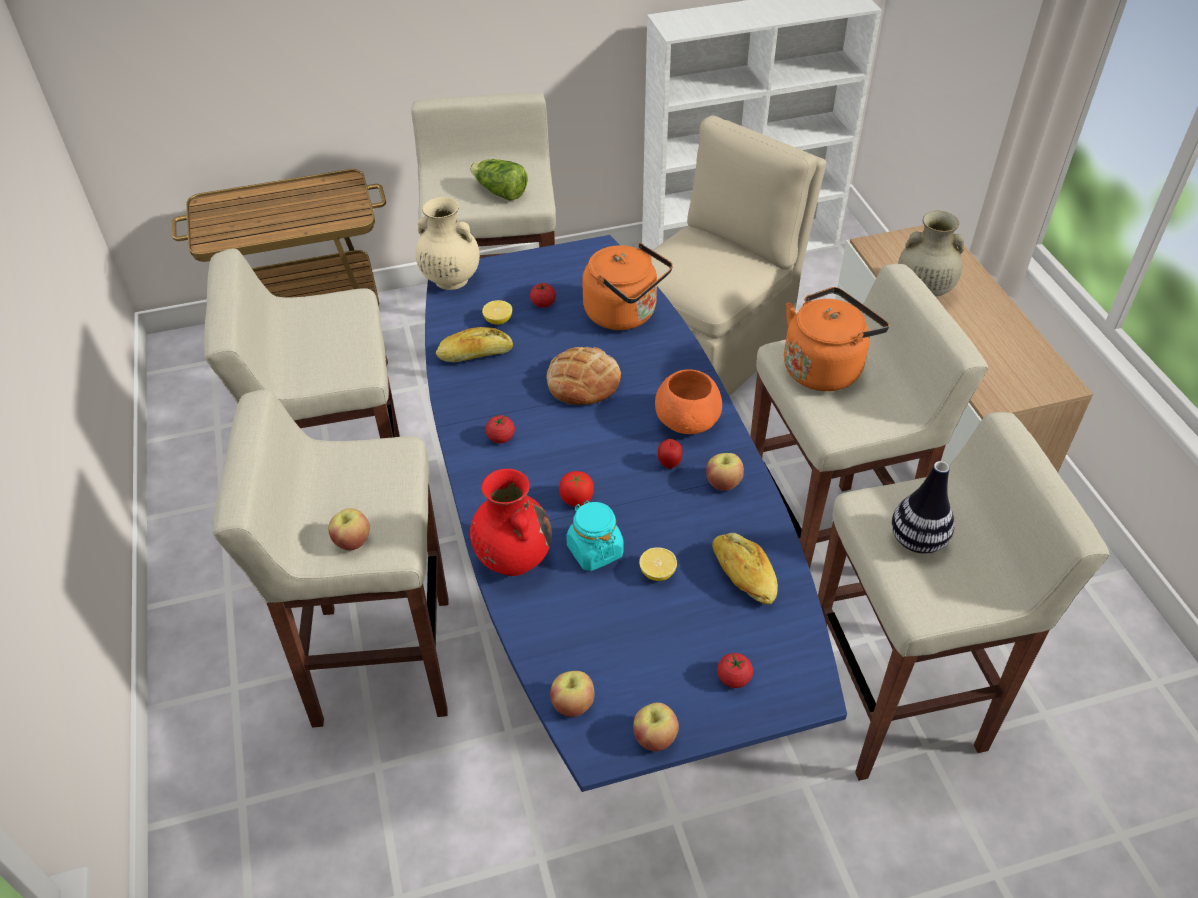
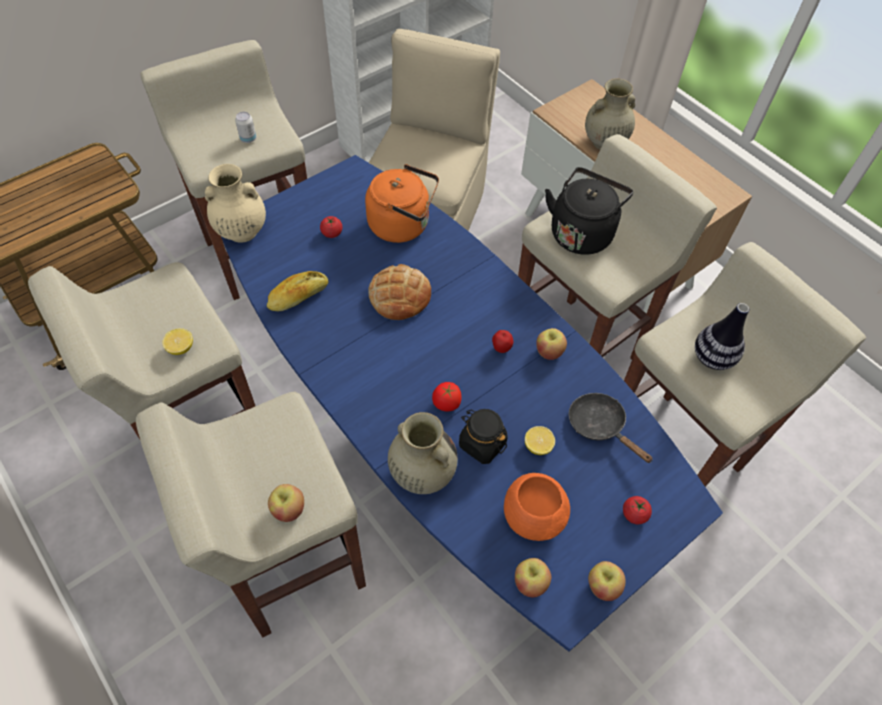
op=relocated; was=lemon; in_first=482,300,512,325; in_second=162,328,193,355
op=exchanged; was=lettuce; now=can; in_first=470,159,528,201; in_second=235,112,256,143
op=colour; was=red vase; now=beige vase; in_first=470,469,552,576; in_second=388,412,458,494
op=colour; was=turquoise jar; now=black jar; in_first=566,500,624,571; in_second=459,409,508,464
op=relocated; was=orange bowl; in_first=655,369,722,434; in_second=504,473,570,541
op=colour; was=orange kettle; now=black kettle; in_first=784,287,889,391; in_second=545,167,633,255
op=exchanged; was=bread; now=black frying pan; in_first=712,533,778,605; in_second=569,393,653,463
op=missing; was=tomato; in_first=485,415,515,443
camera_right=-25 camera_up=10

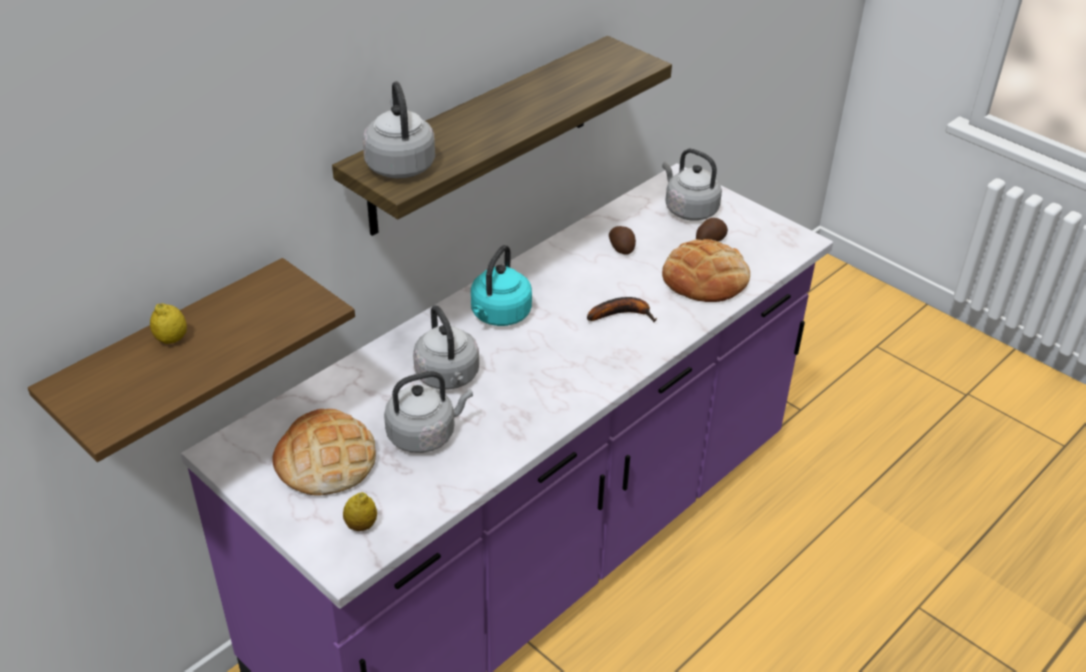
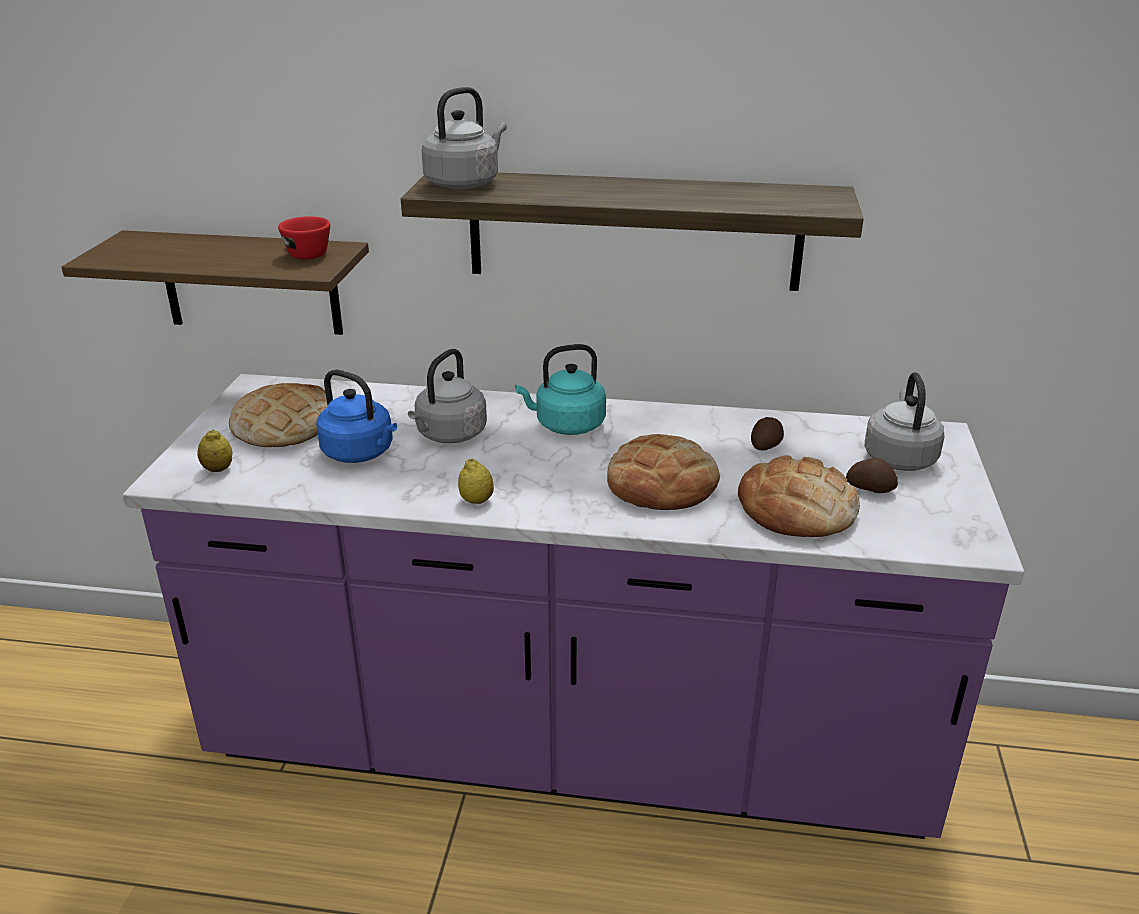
op=appeared; now=red cup; in_second=278,216,330,259
op=colour; was=grey kettle; now=blue kettle; in_first=384,371,473,453; in_second=316,370,397,463
op=relocated; was=lemon; in_first=150,303,187,344; in_second=458,458,494,504
op=exchanged; was=banana; now=bread; in_first=587,297,657,322; in_second=607,434,720,510
camera_right=55 camera_up=-10

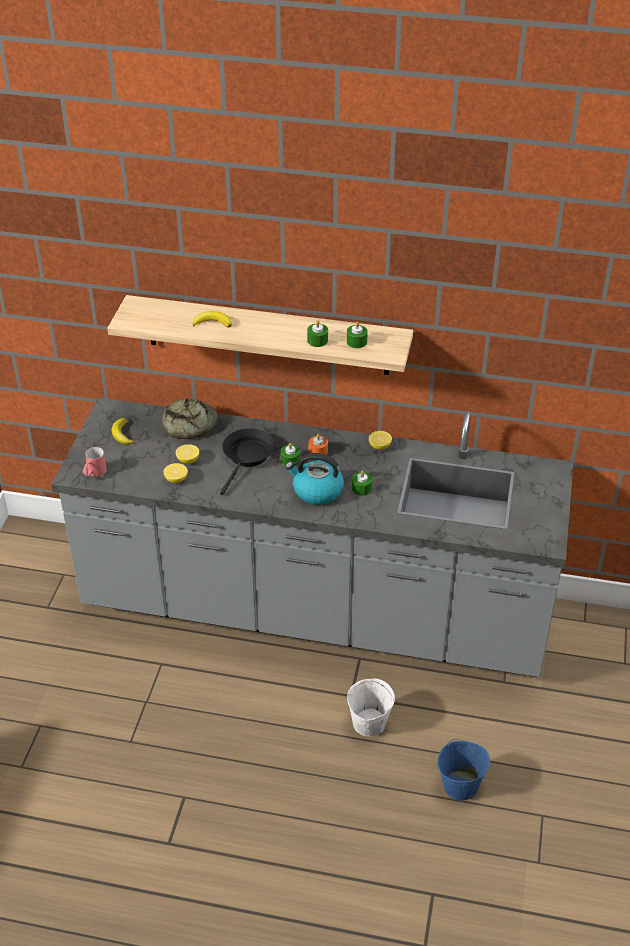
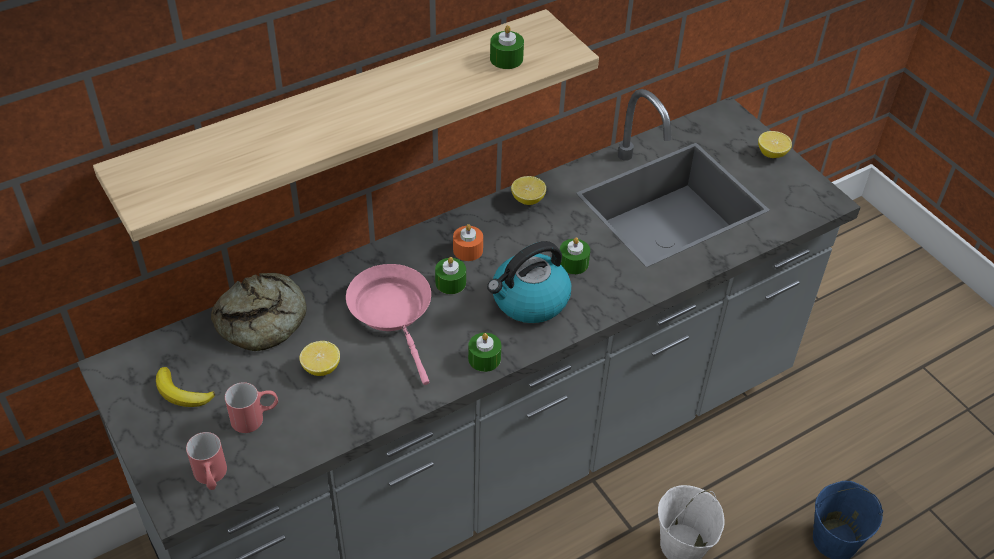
op=appeared; now=red mug; in_second=225,382,278,433
op=colour; was=black frying pan; now=pink frying pan; in_first=220,428,275,495; in_second=346,264,431,385
op=relocated; was=green candle; in_first=307,320,328,347; in_second=468,333,501,372
op=relocated; was=lemon; in_first=164,463,188,483; in_second=758,131,792,158
op=missing; was=banana; in_first=193,311,232,328
camera_right=-45 camera_up=5

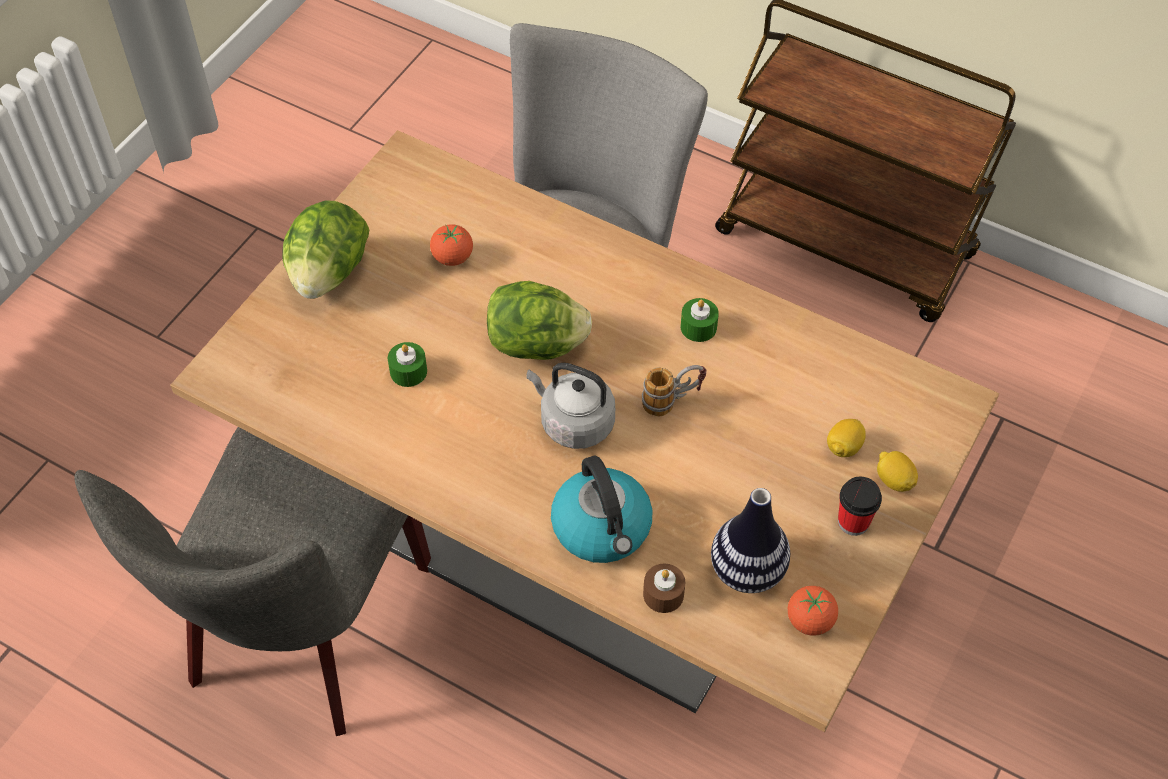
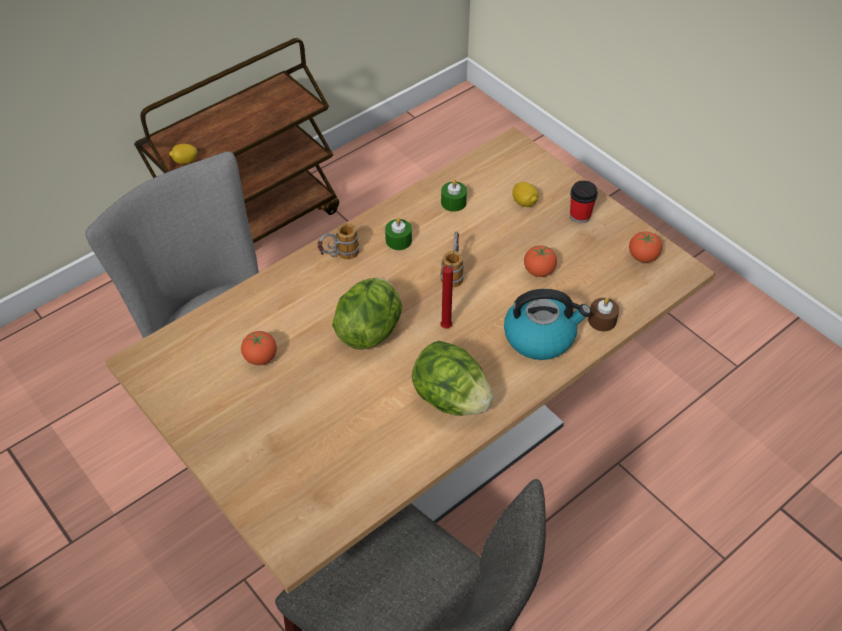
op=relocated; was=lemon; in_first=877,451,918,492; in_second=169,144,198,164
op=appeared; now=mug; in_second=317,223,360,260
op=relocated; was=lettuce; in_first=282,200,369,299; in_second=412,341,494,416
op=exchanged; was=grey kettle; now=red candle; in_first=527,363,615,449; in_second=440,265,457,328
op=relocated; was=green candle; in_first=388,342,427,387; in_second=441,180,467,212
op=appeared; now=tomato; in_second=524,245,557,277
op=missing; was=vase; in_first=711,488,790,593
camera_right=-70 camera_up=-5

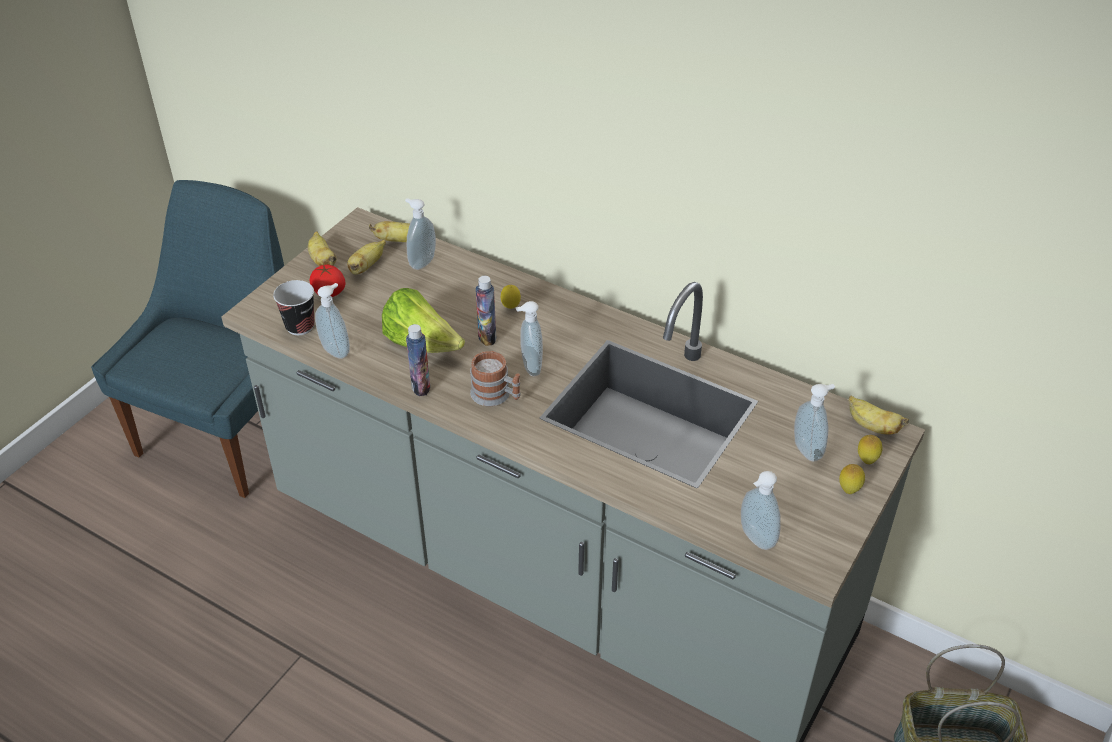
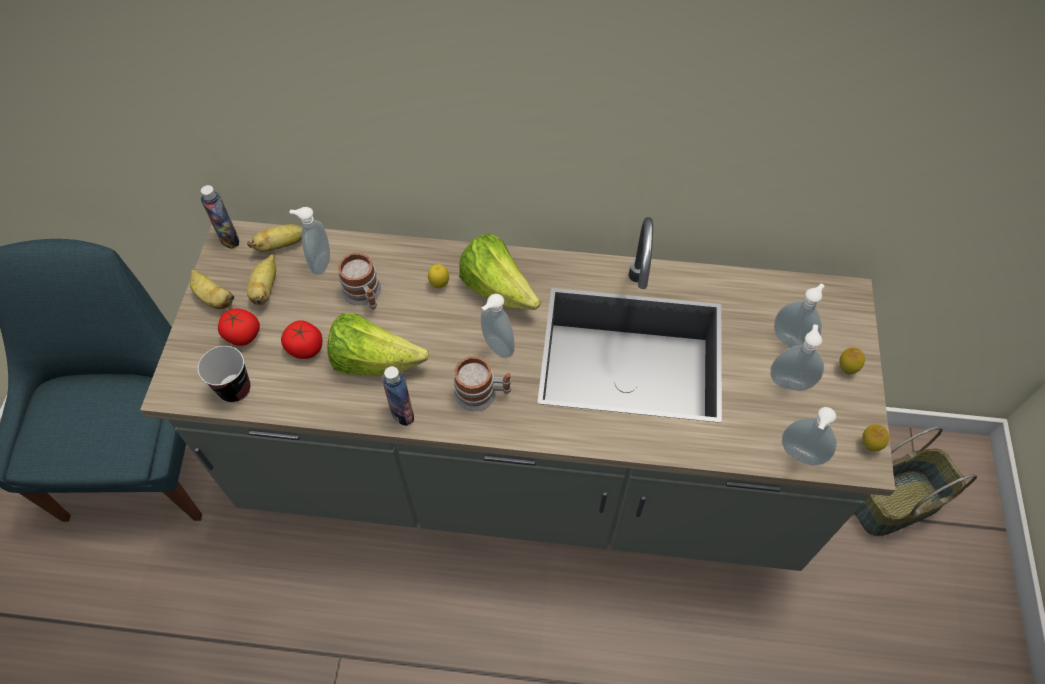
op=relocated; was=bottle; in_first=476,276,496,346; in_second=201,185,239,249
op=appeared; now=tomato; in_second=281,320,322,359
op=appeared; now=mug; in_second=338,252,381,310
op=appeared; now=lettuce; in_second=459,233,541,310
op=relocated; was=soap dispenser; in_first=315,283,350,359; in_second=770,324,824,391
op=relocated; was=lemon; in_first=858,435,883,464; in_second=862,424,889,451
op=missing; was=banana; in_first=849,396,909,435
camera_right=-25 camera_up=15

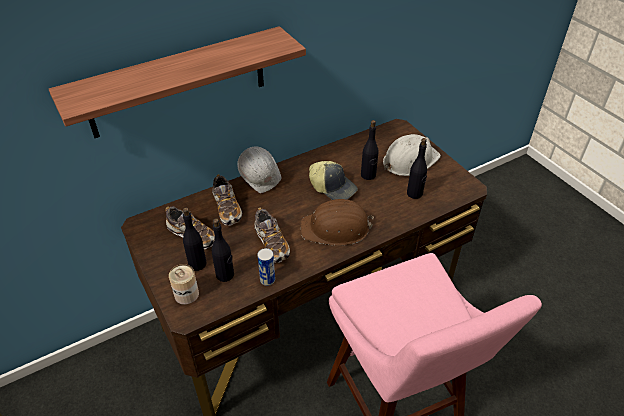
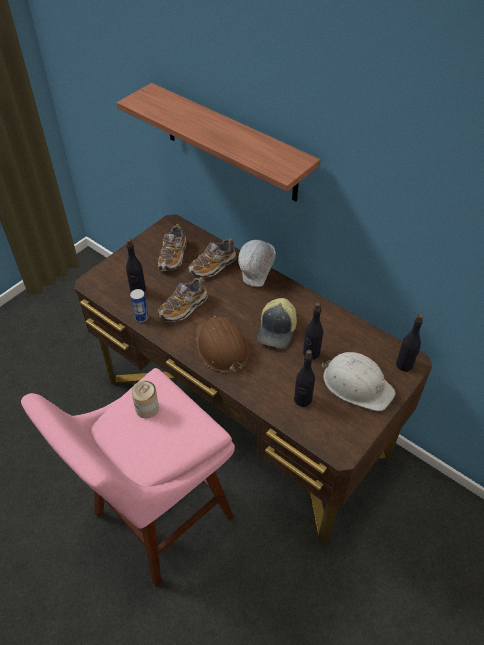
op=relocated; was=can; in_first=169,264,199,305; in_second=131,381,159,419
op=relocated; was=black bottle; in_first=183,208,207,271; in_second=396,314,423,371
camera_right=70 camera_up=5

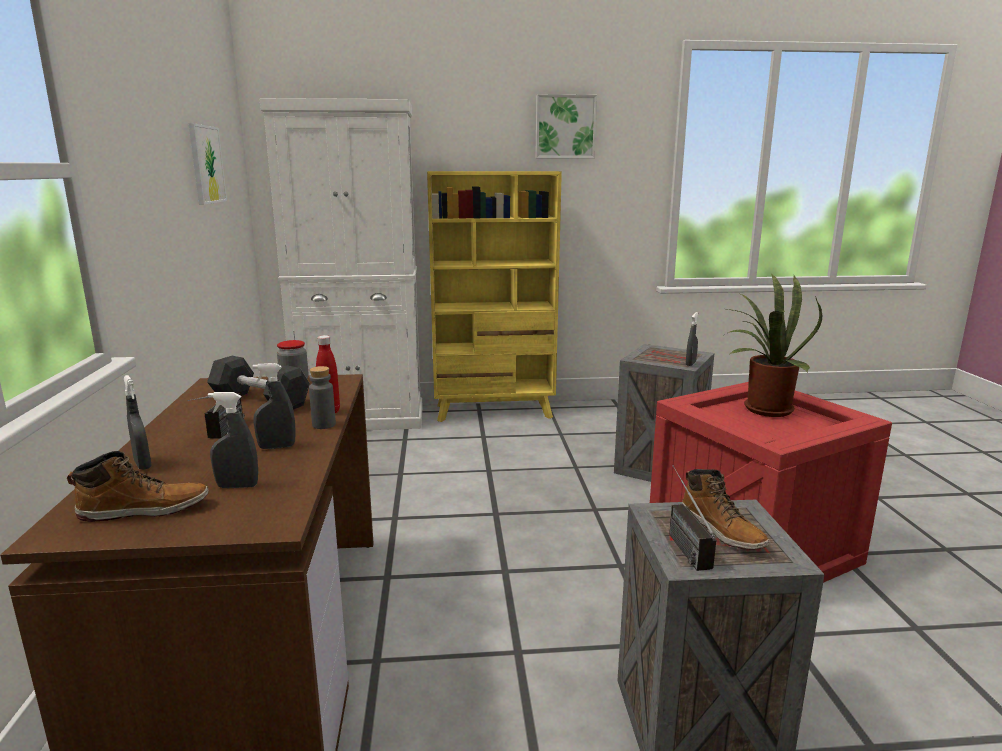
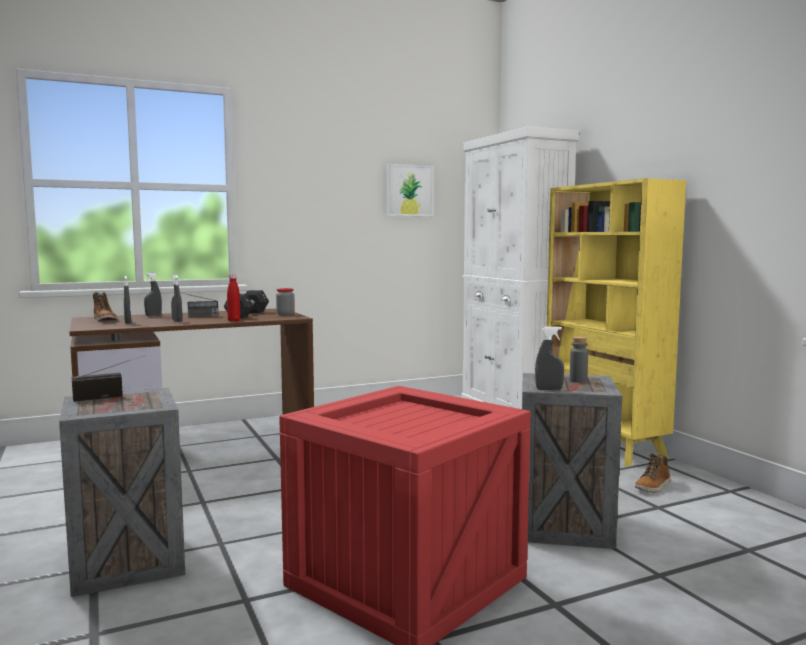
op=relocated; was=grey bottle; in_first=309,366,336,429; in_second=570,336,588,383
op=relocated; was=boot; in_first=682,469,769,550; in_second=634,453,671,493
op=missing; was=picture; in_first=535,94,597,158
op=missing; was=potted plant; in_first=727,274,822,417
camera_right=70 camera_up=-10

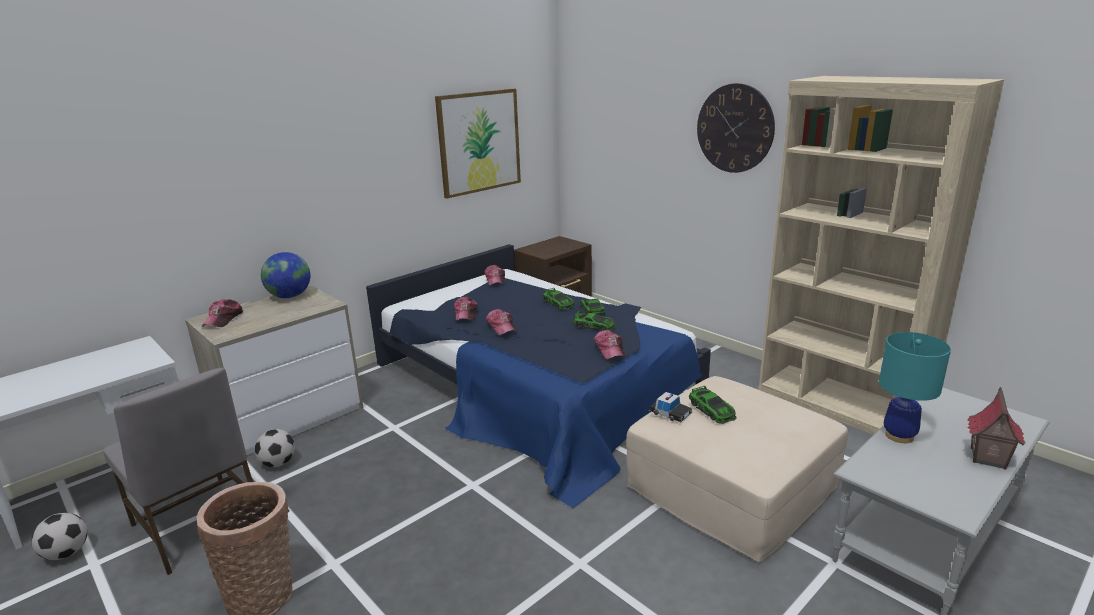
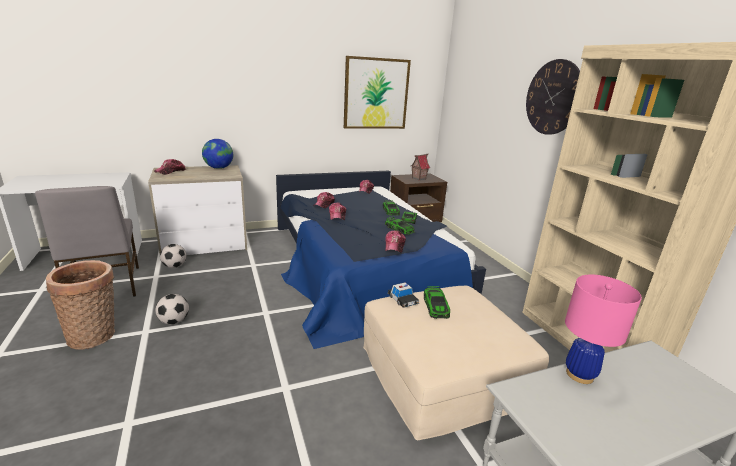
op=relocated; was=football; in_first=32,513,88,560; in_second=155,294,189,325
op=relocated; was=toy house; in_first=967,387,1025,470; in_second=411,153,431,181
op=colour; was=turquoise table lamp; now=pink table lamp; in_first=879,332,951,443; in_second=565,274,642,384
camera_right=20 camera_up=0

